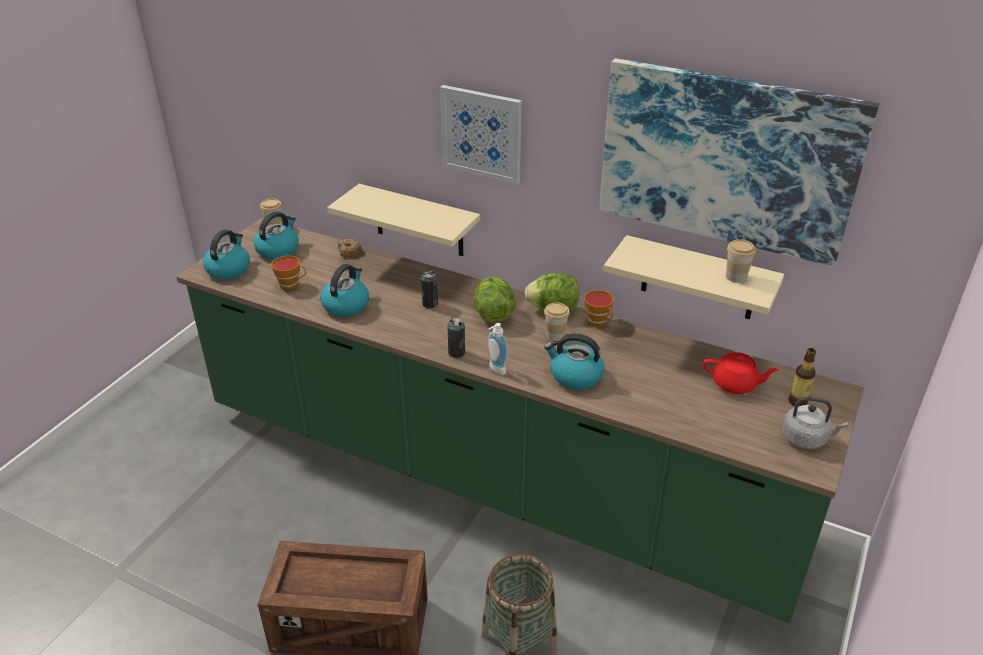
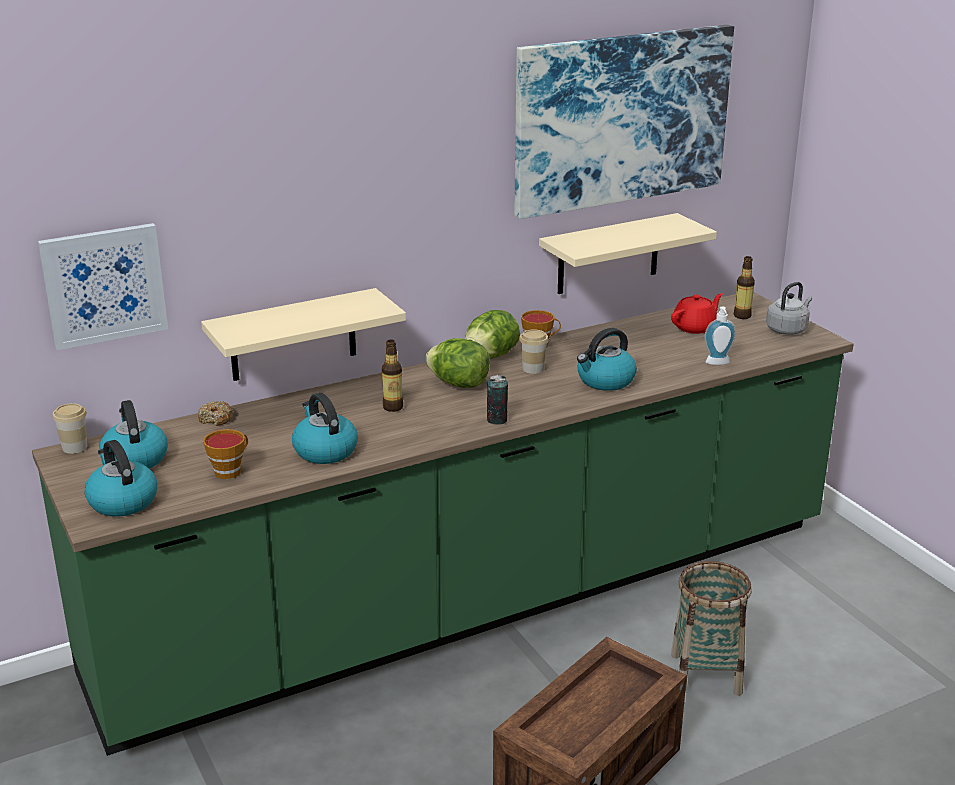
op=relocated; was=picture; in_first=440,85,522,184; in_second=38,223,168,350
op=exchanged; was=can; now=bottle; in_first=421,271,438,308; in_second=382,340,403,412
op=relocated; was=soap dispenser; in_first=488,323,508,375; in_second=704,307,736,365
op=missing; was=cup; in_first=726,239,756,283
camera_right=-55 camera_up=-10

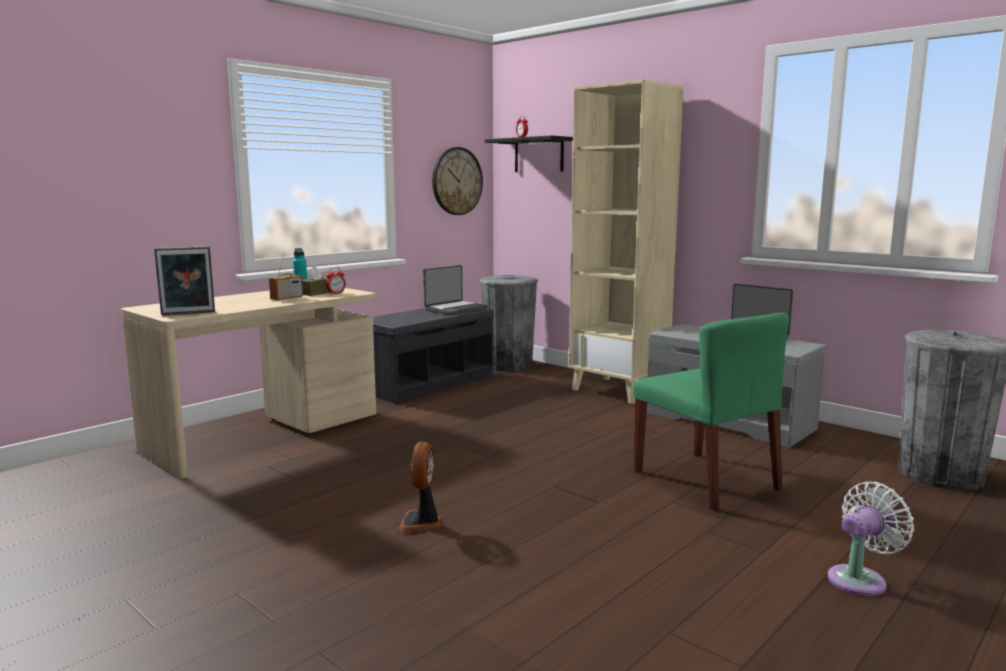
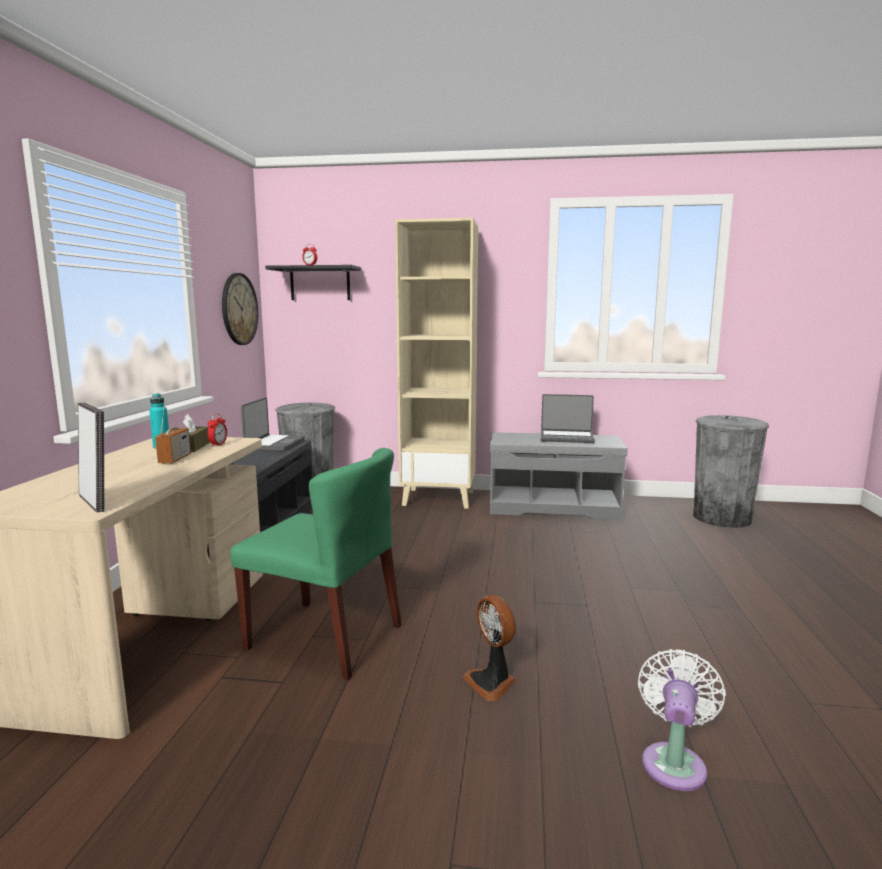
op=spun; was=picture frame; in_first=154,246,215,315; in_second=78,403,105,512; clockwise=-75
op=relocated; was=green chair; in_first=633,312,789,511; in_second=230,448,402,680
op=relocated; was=white fan; in_first=828,482,914,596; in_second=638,649,726,791
camera_right=-35 camera_up=0

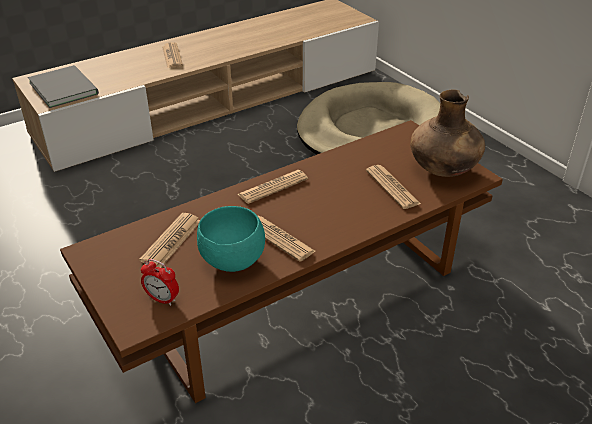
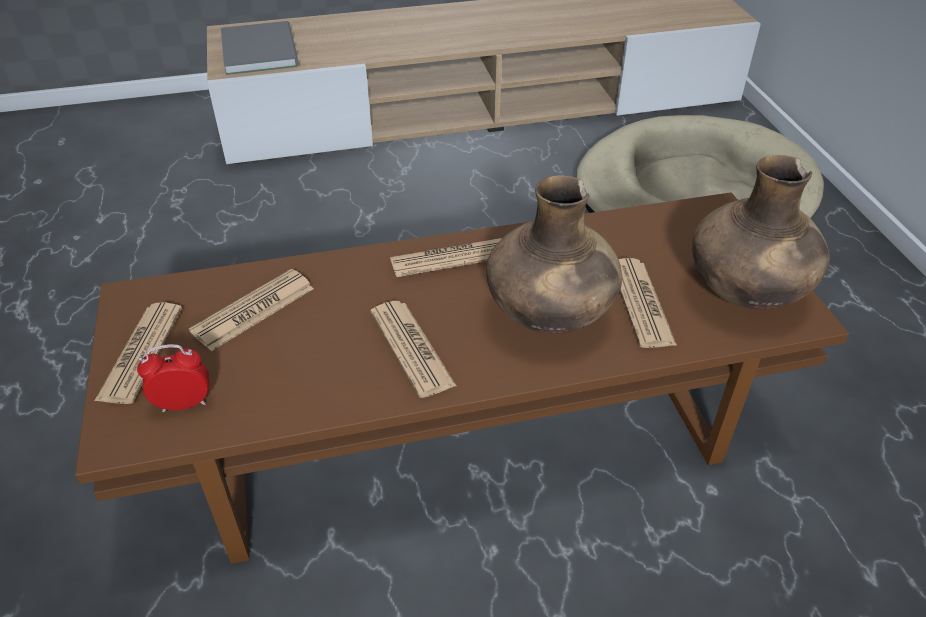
op=relocated; was=newspaper; in_first=162,42,183,68; in_second=94,303,182,404
op=spun; was=alarm clock; in_first=141,259,179,306; in_second=137,344,209,412; clockwise=120
op=appeared; now=brown vase; in_second=486,175,622,334
op=missing; was=turquoise bowl; in_first=197,206,265,272
camera_right=20 camera_up=5

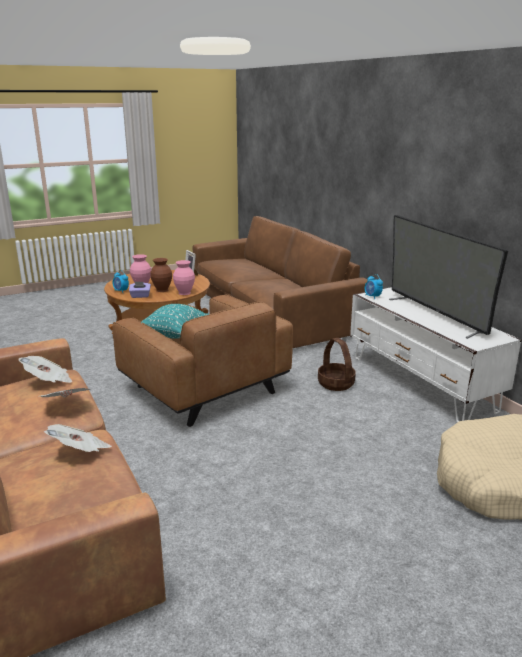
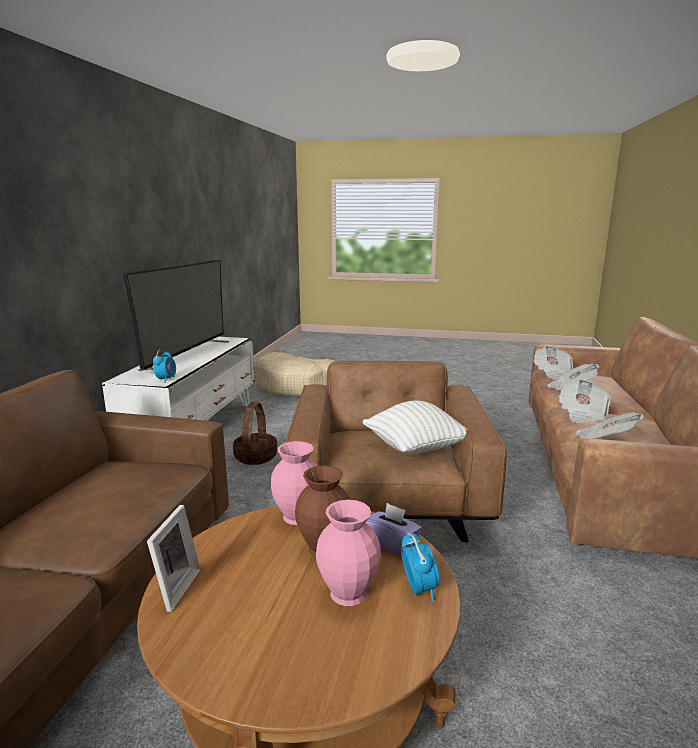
op=colour; was=turquoise pillow; now=white pillow; in_first=140,304,209,339; in_second=363,401,468,454
op=appeared; now=newspaper; in_second=533,346,573,379
camera_right=-140 camera_up=-5

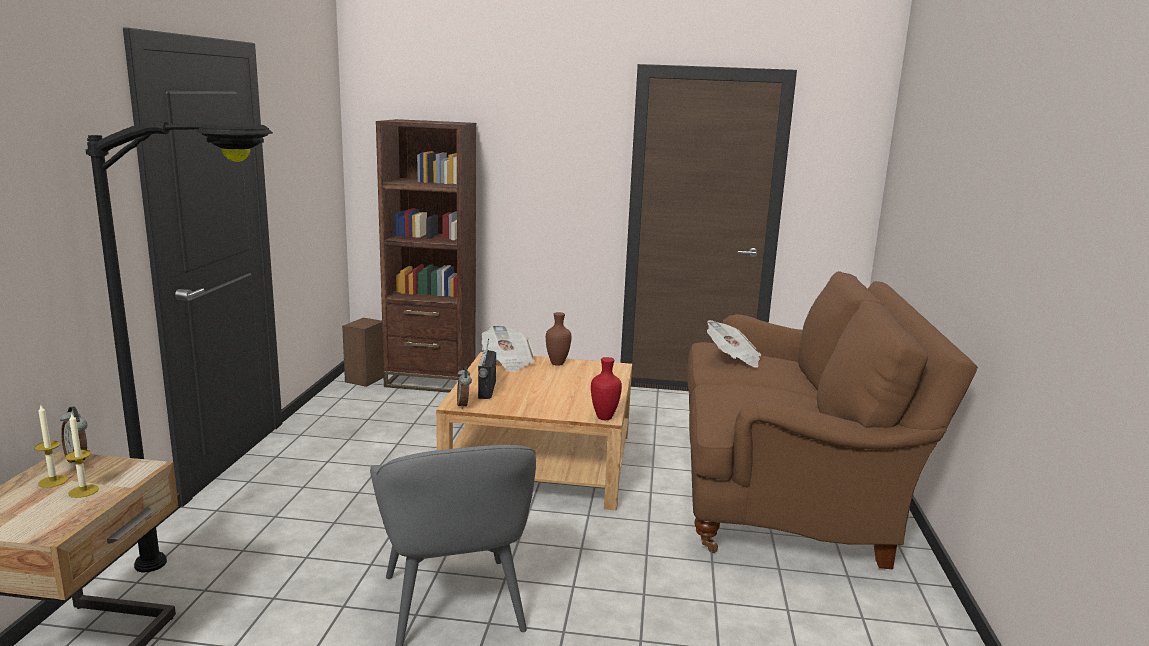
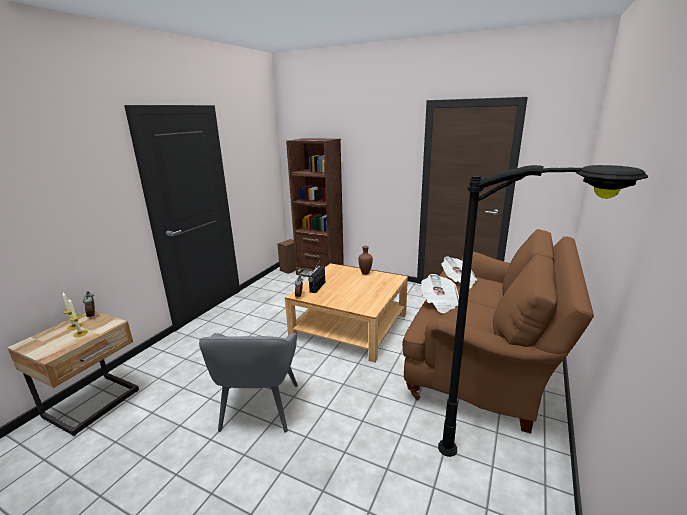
op=relocated; was=newspaper; in_first=481,324,535,372; in_second=421,274,459,313
op=relocated; was=black floor lamp; in_first=86,121,273,572; in_second=438,165,648,457
op=missing; was=red vase; in_first=591,357,622,420
camera_right=20 camera_up=5

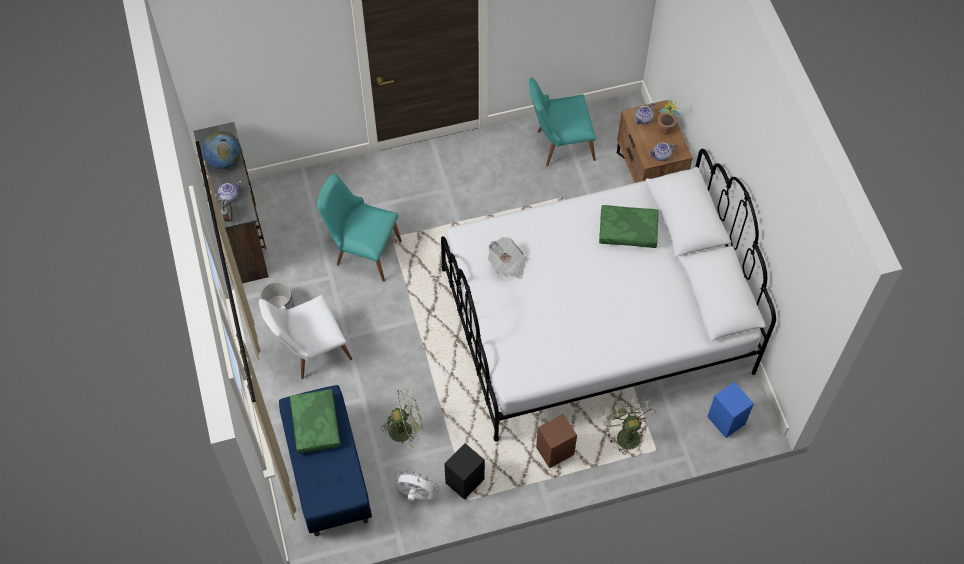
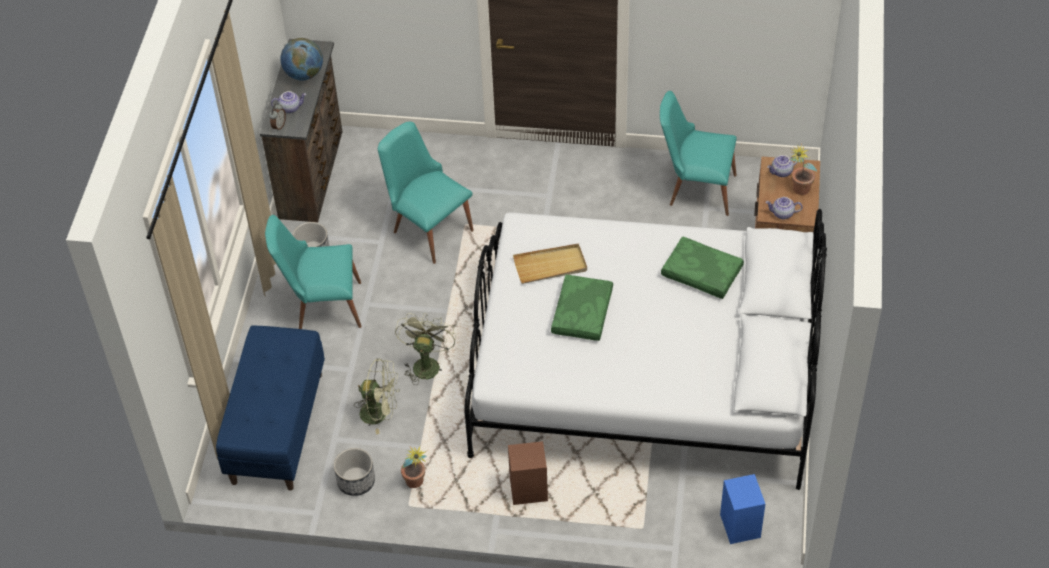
op=colour; was=white chair; now=turquoise chair; in_first=259,295,352,379; in_second=265,215,362,329
op=exchanged; was=white fan; now=planter; in_first=394,470,439,501; in_second=334,448,375,496
op=relocated; was=green fan; in_first=602,399,656,455; in_second=395,313,456,385
op=exchanged; was=black speaker; now=potted plant; in_first=444,443,485,500; in_second=401,447,427,488
op=exchanged; was=newspaper; now=beige tray; in_first=488,237,527,279; in_second=513,244,587,284
op=relocated; was=green pillow; in_first=290,389,341,454; in_second=551,275,613,341
camera_right=25 camera_up=-10

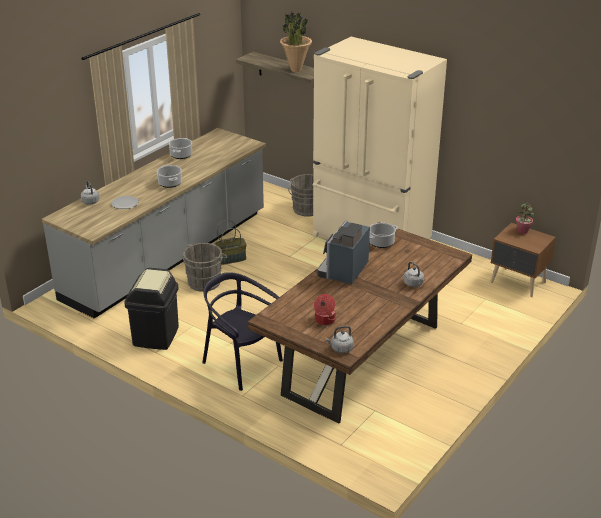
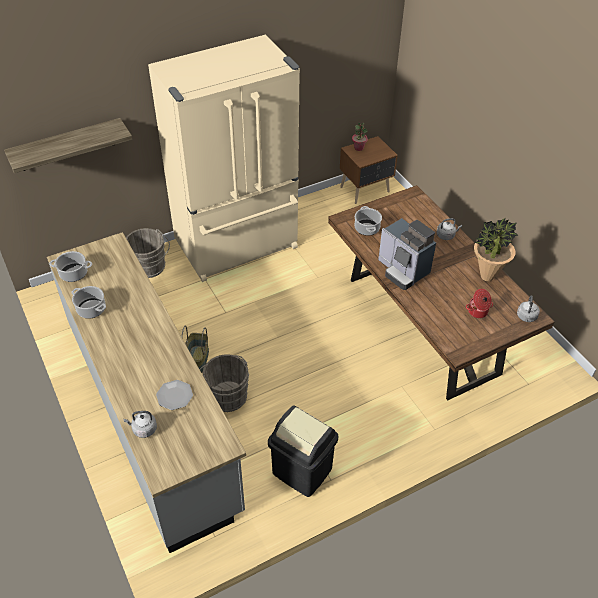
op=relocated; was=cooking pot; in_first=157,165,182,188; in_second=49,251,92,282
op=relocated; was=potted plant; in_first=280,12,312,72; in_second=474,218,518,281
op=missing; was=black chair; in_first=202,272,283,391
camera_right=-65 camera_up=15

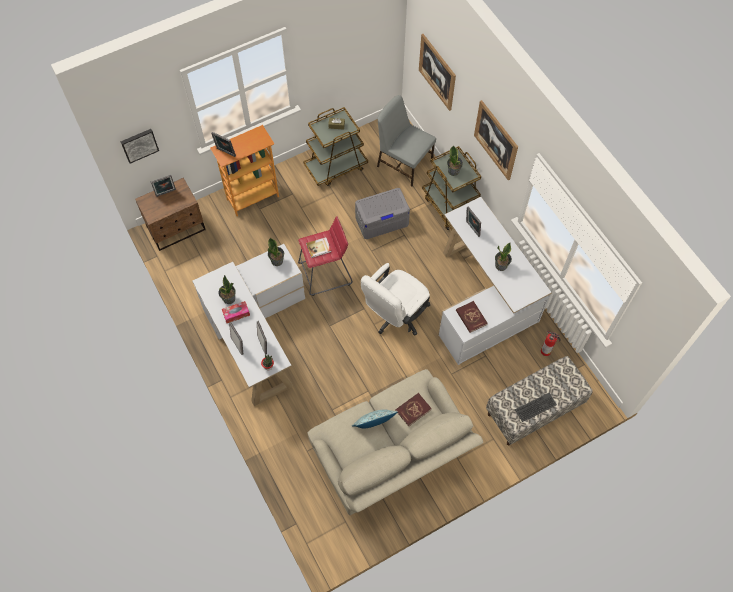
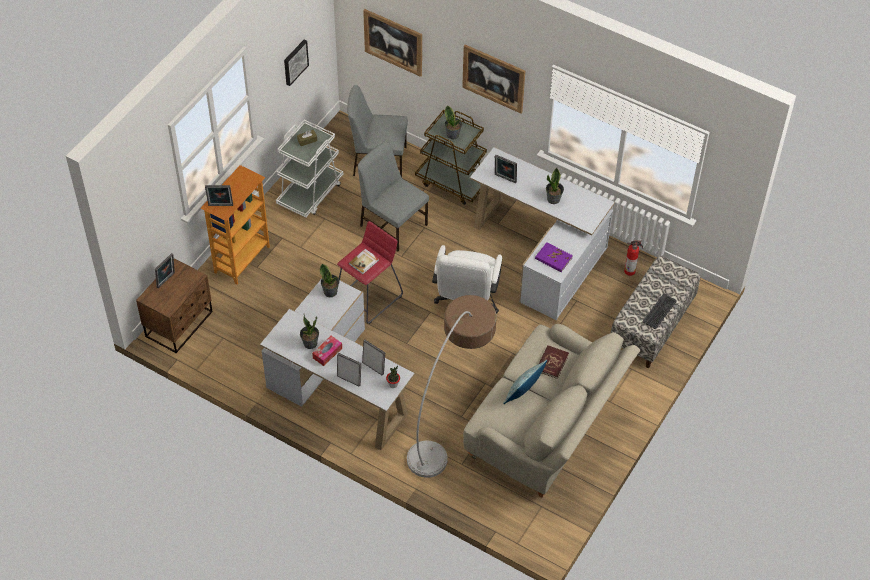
op=colour; was=brown cart; now=white cart; in_first=303,107,368,186; in_second=276,120,343,218
op=relocated; was=picture; in_first=121,129,159,164; in_second=284,40,309,86
op=exchanged; was=grey storage box; now=grey chair; in_first=355,188,410,239; in_second=358,142,429,251
op=appeared; now=floor lamp; in_second=407,295,497,478
op=colour; was=red book; now=purple book; in_first=456,301,488,333; in_second=535,242,573,272
camera_right=-30 camera_up=-10

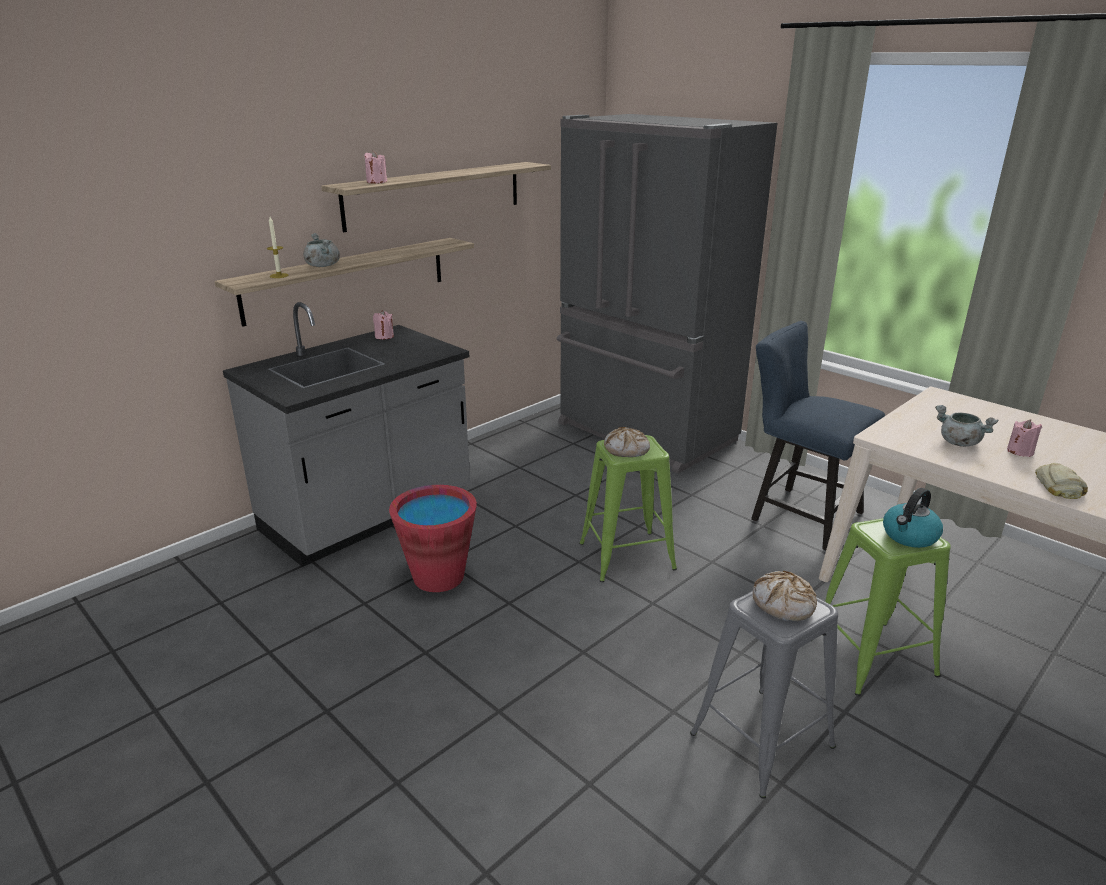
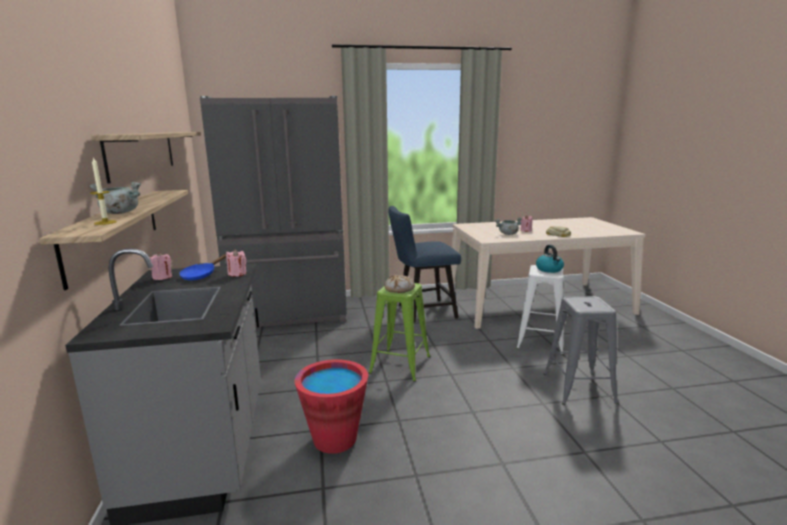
op=appeared; now=blue frying pan; in_second=179,254,226,281
op=relocated; was=pink candle; in_first=364,151,387,184; in_second=226,249,247,277
op=colour; was=green stool; now=white stool; in_first=812,518,951,696; in_second=516,265,564,355
op=missing; was=bread; in_first=753,571,817,621
camera_right=-55 camera_up=-10

